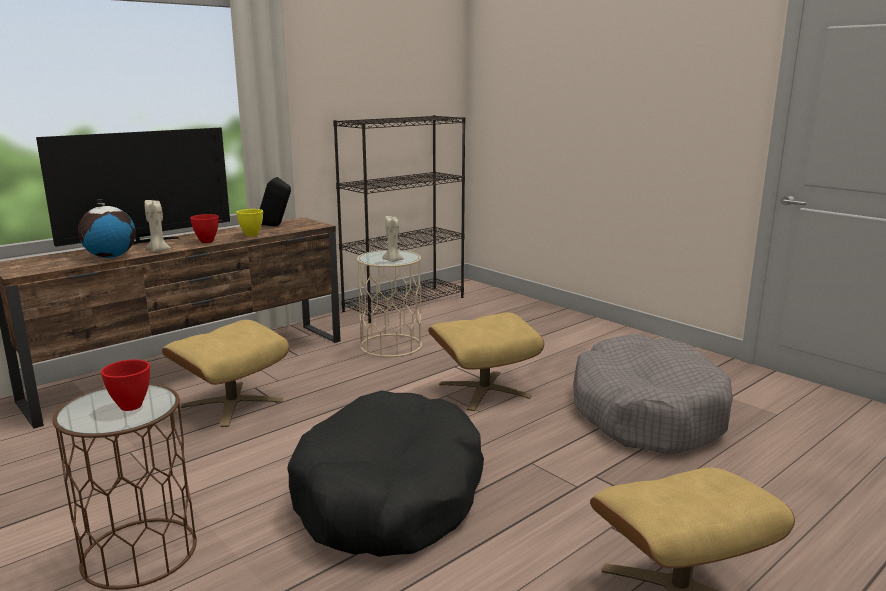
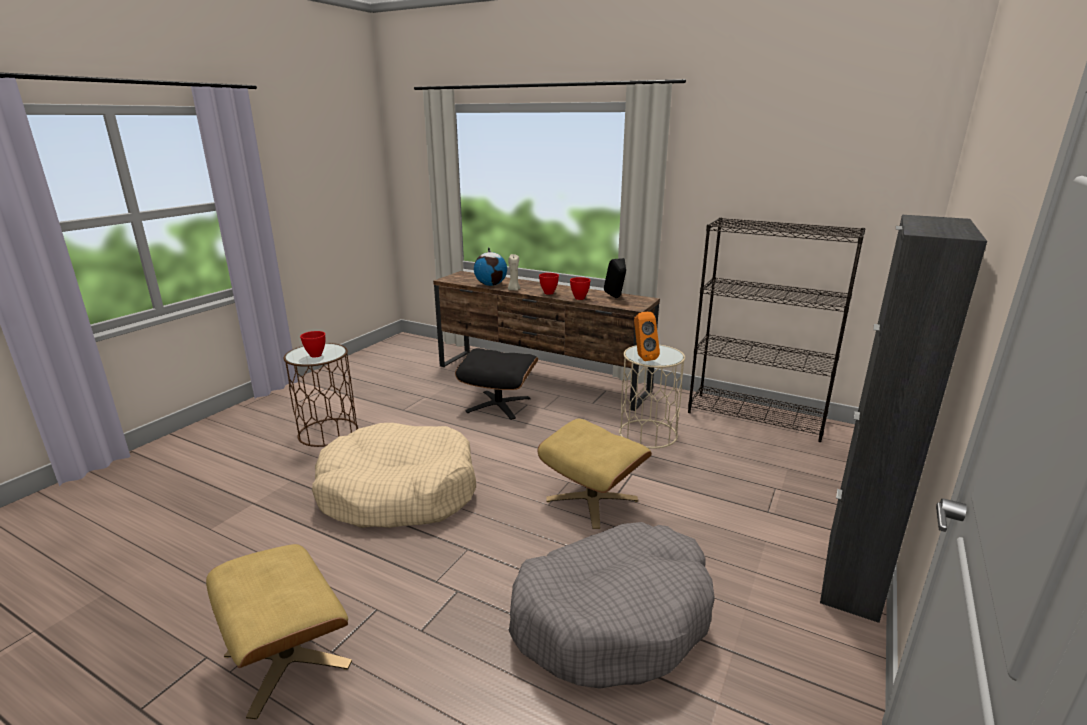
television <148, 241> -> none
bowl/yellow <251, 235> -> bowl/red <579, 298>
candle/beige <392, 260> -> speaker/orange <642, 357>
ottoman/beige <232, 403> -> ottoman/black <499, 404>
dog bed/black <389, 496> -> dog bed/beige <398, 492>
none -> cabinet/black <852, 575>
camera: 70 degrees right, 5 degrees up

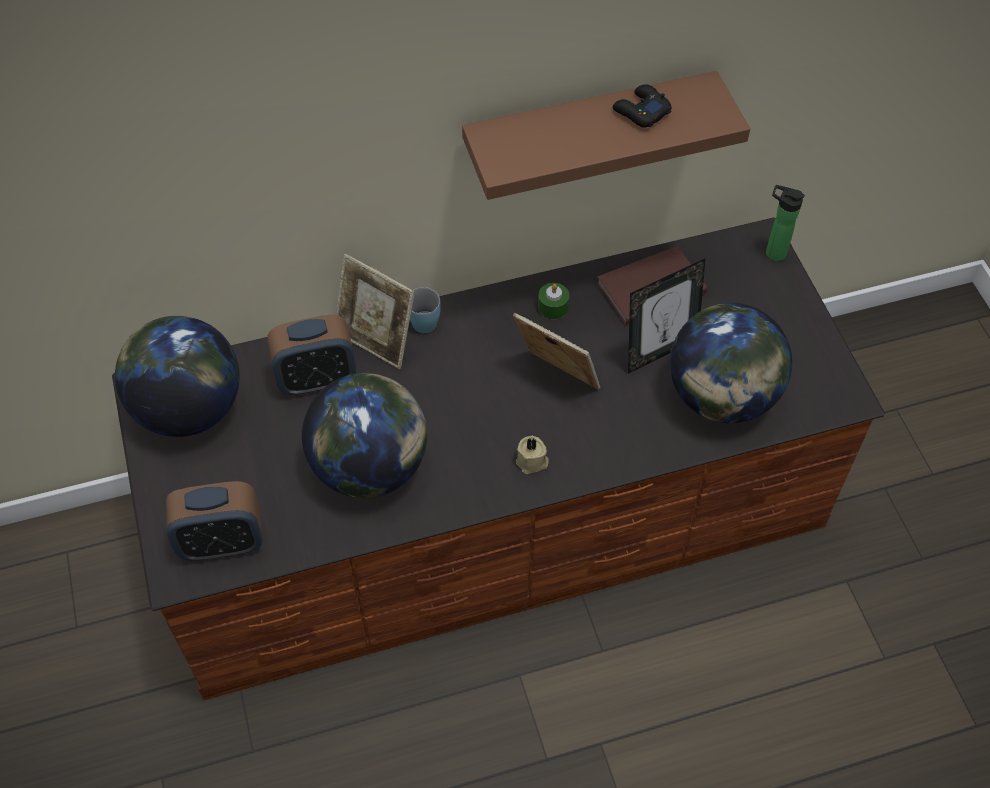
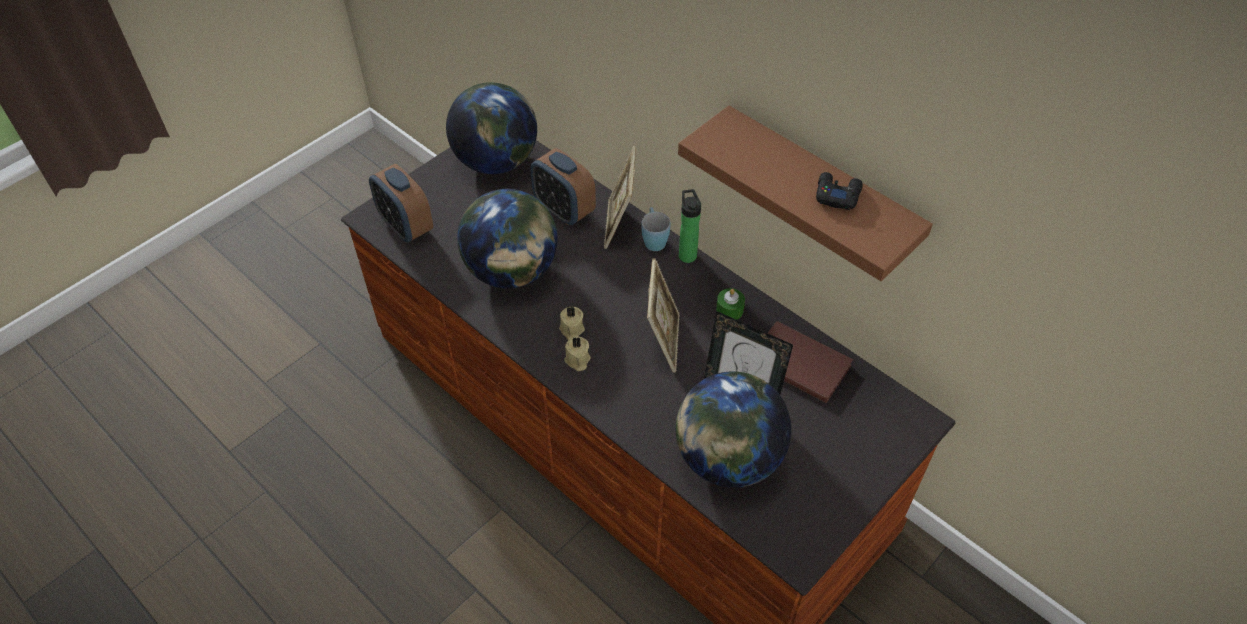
bottle <772, 252> -> bottle <687, 254>, relocated
none -> candle/beige <571, 330>
camera: 60 degrees right, 5 degrees down

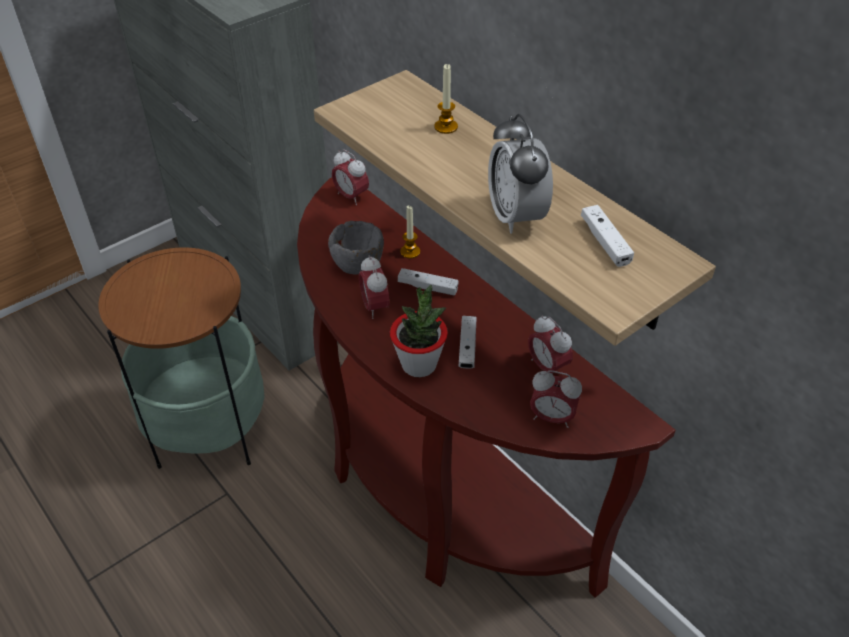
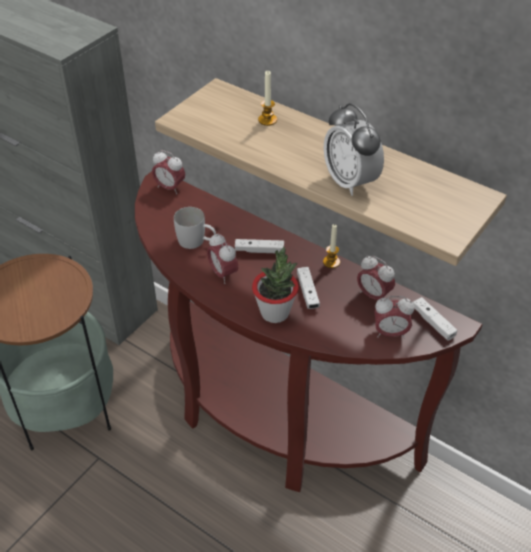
candle <410, 252> -> candle <331, 262>, relocated
game controller/white <605, 242> -> game controller/white <433, 323>, relocated
bowl/grey <358, 264> -> mug/white <196, 242>
camera: 15 degrees left, 0 degrees up

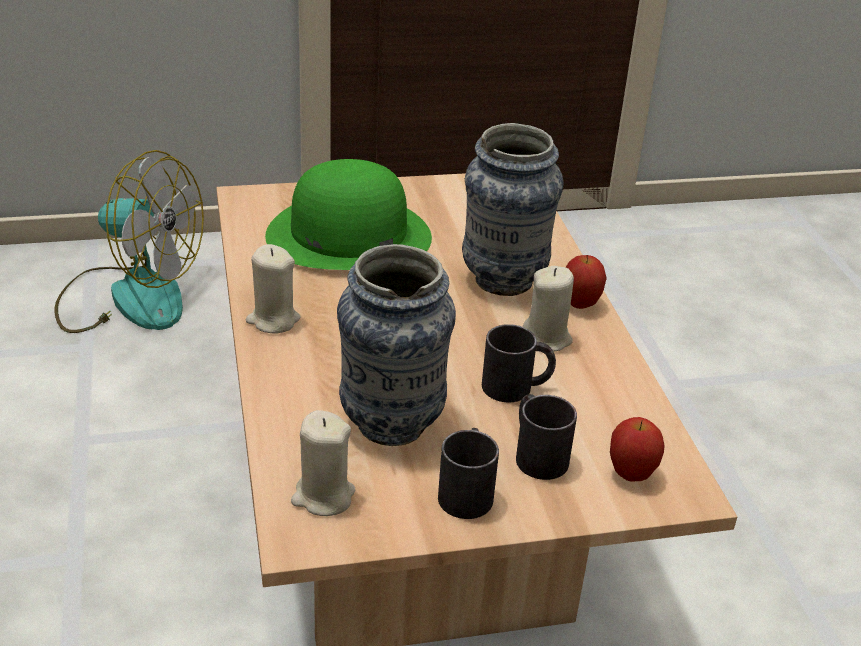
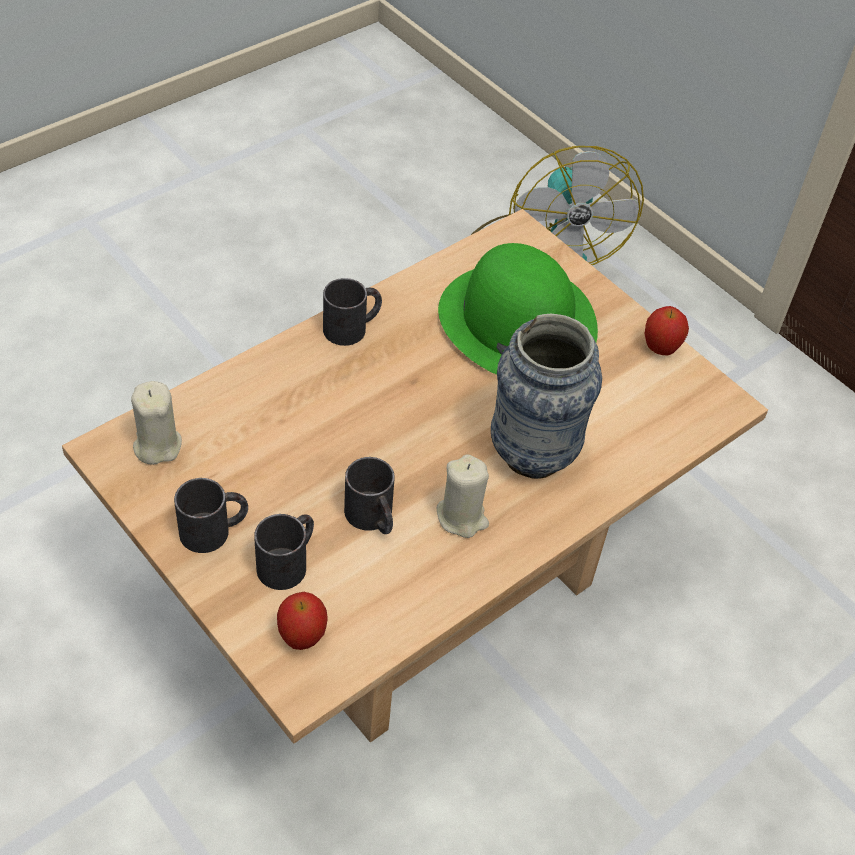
candle/beige <273, 320> -> mug/black <352, 327>
vase <392, 424> -> none
apple <580, 304> -> apple <660, 349>, relocated
camera: 60 degrees right, 15 degrees up

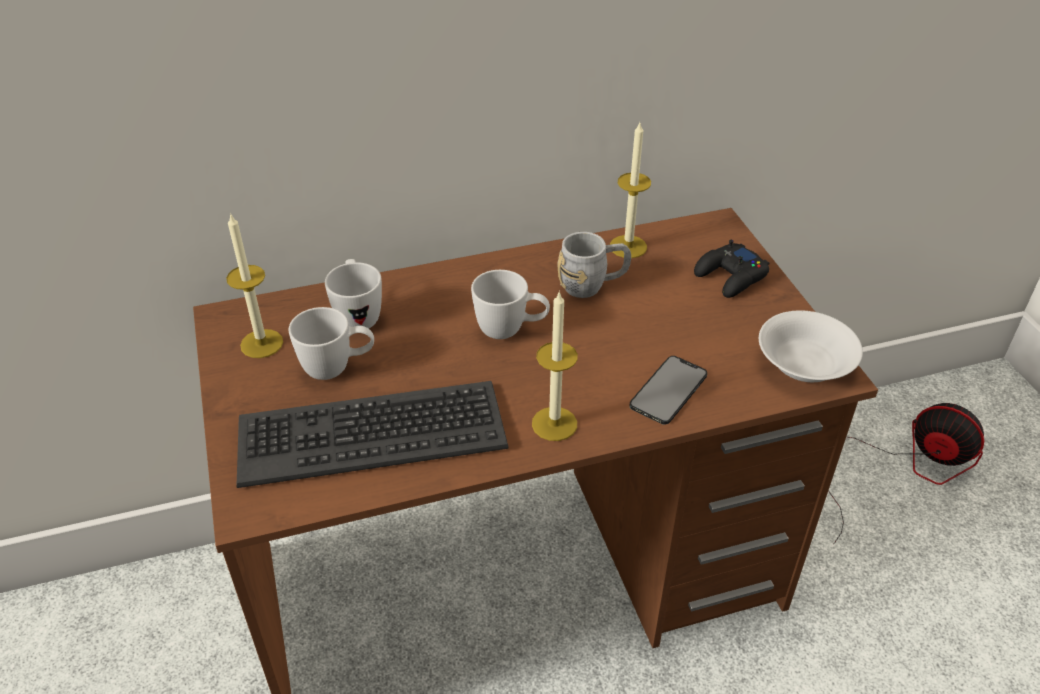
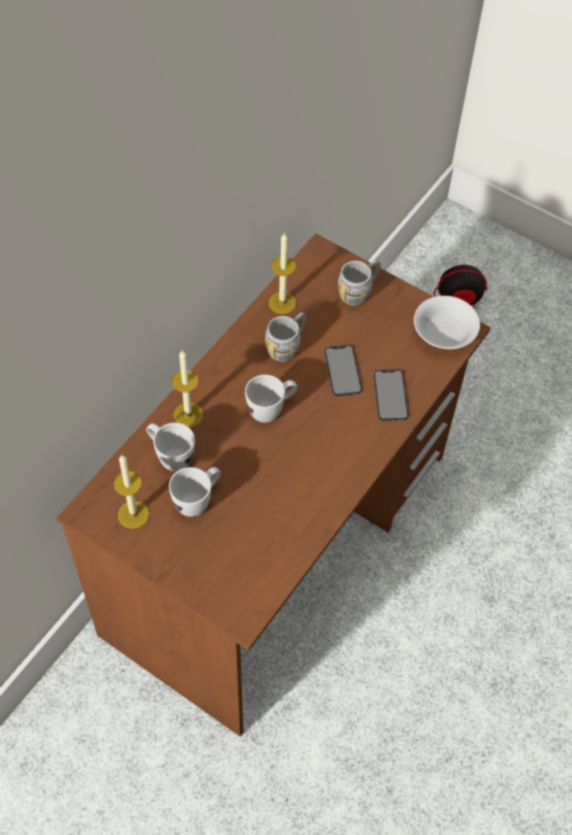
game controller/black <730, 277> -> mug/grey <359, 291>
candle <554, 424> -> candle <188, 415>, relocated
keyboard <371, 432> -> none
none -> phone <343, 371>
camera: 40 degrees left, 15 degrees up

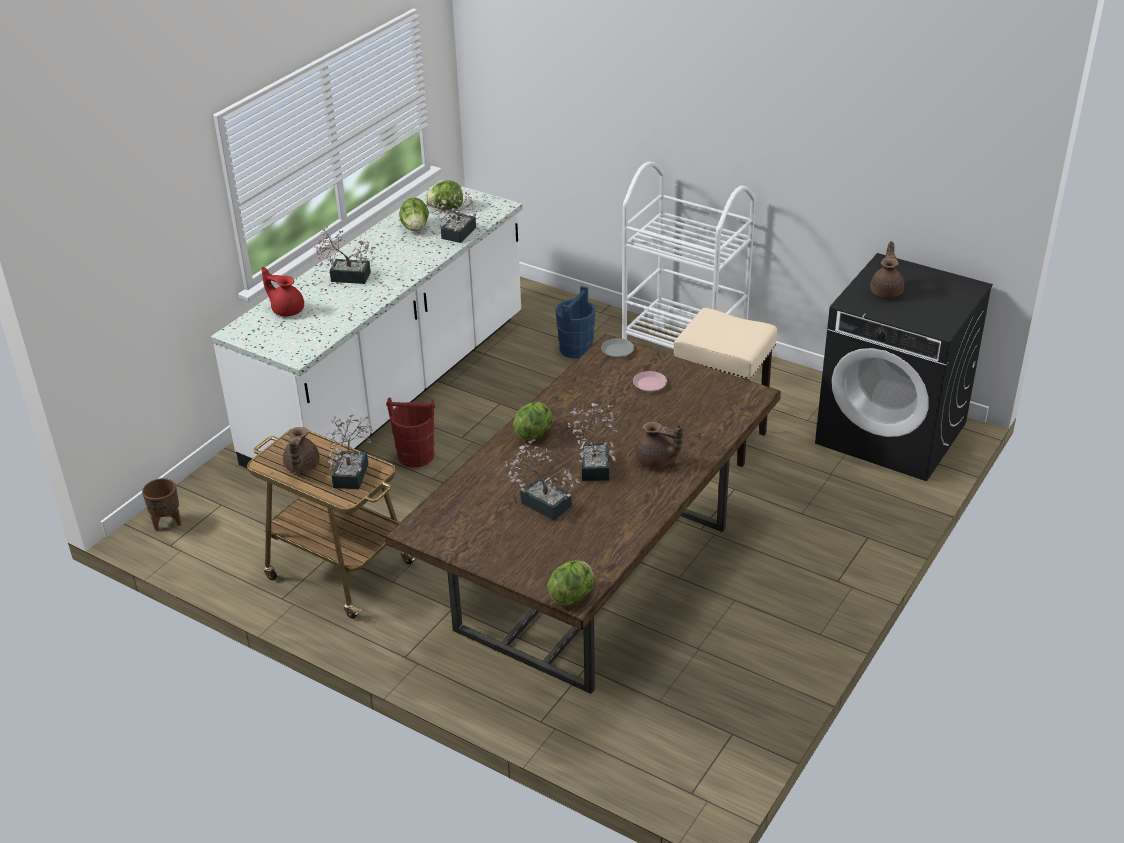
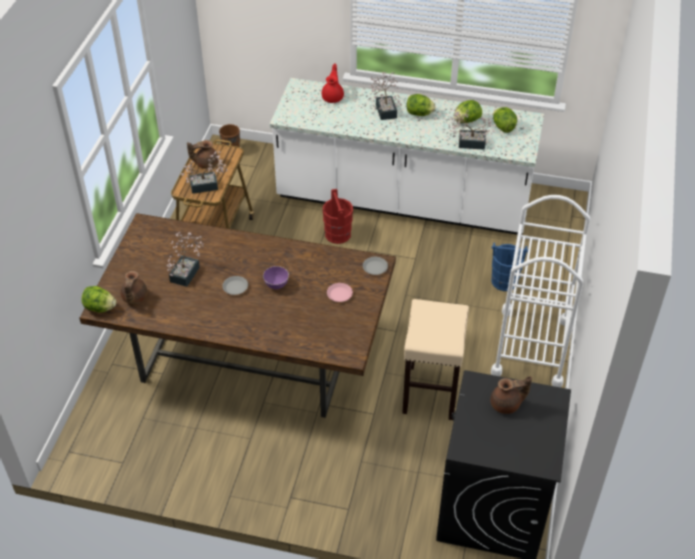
lettuce <534, 433> -> lettuce <419, 114>, relocated
potted plant <595, 464> -> plate/grey <235, 287>
teapot/brown <656, 461> -> teapot/brown <134, 298>, relocated
none -> bowl/purple <276, 285>
camera: 70 degrees right, 10 degrees up

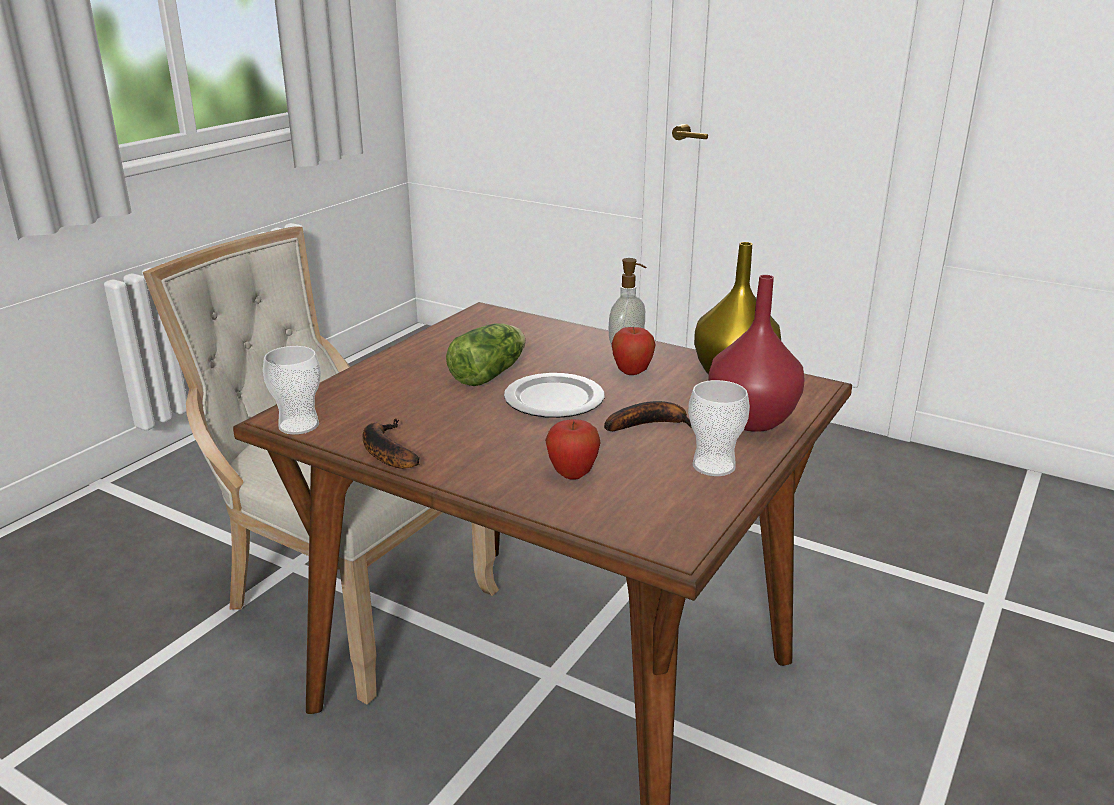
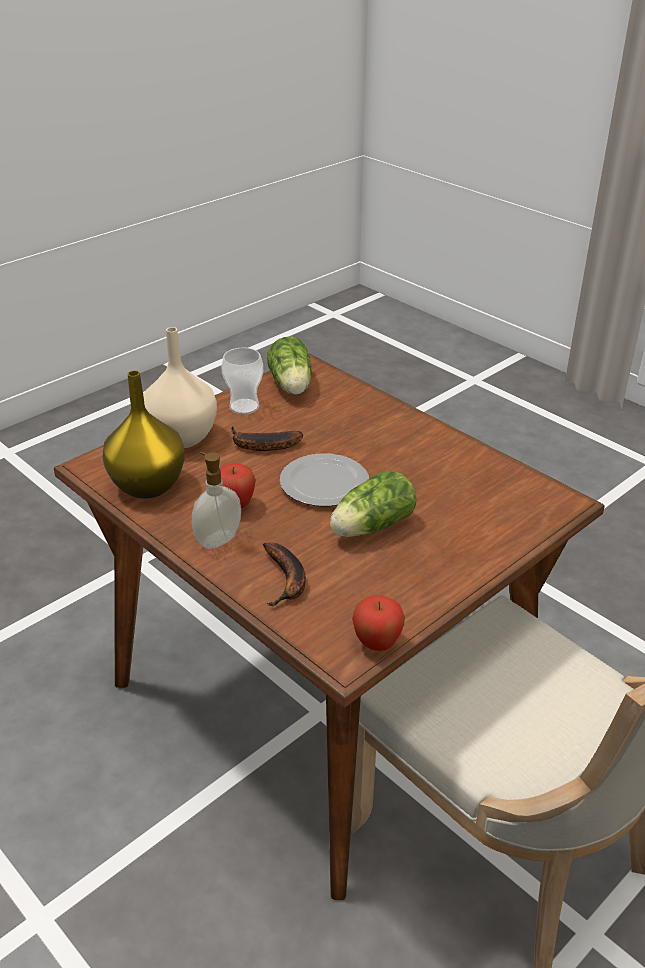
vase/red <749, 421> -> vase/beige <183, 437>
cup <299, 425> -> none
banana <385, 451> -> banana <287, 580>, relocated
apple <572, 474> -> apple <377, 644>, relocated
none -> lettuce <291, 386>
camera: 165 degrees left, 10 degrees up

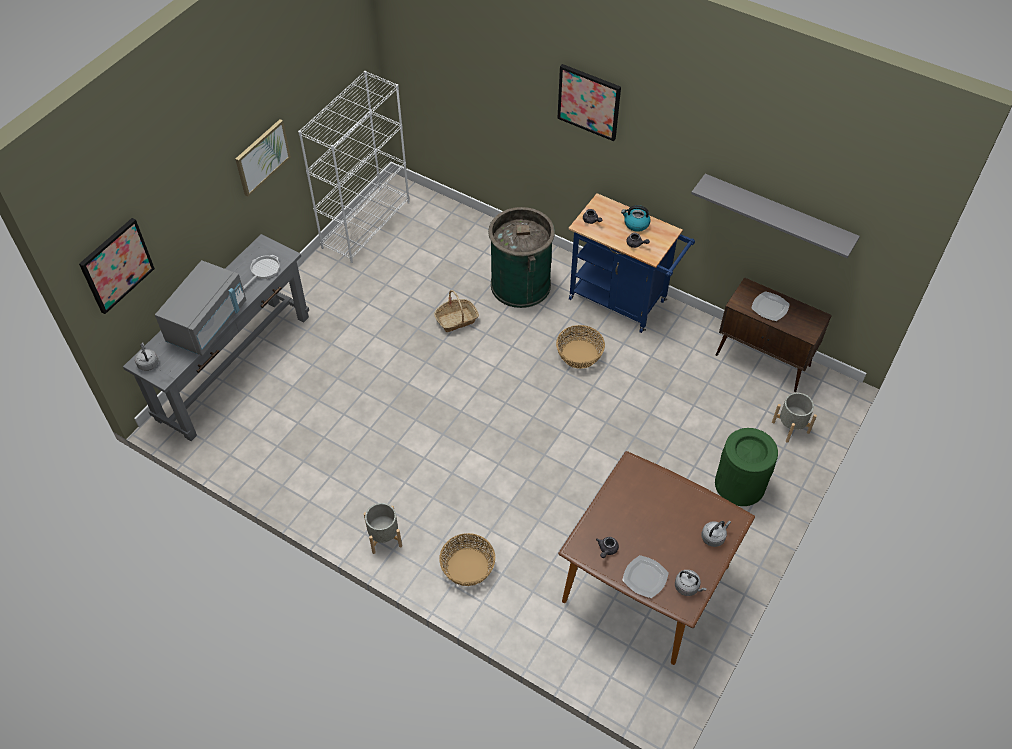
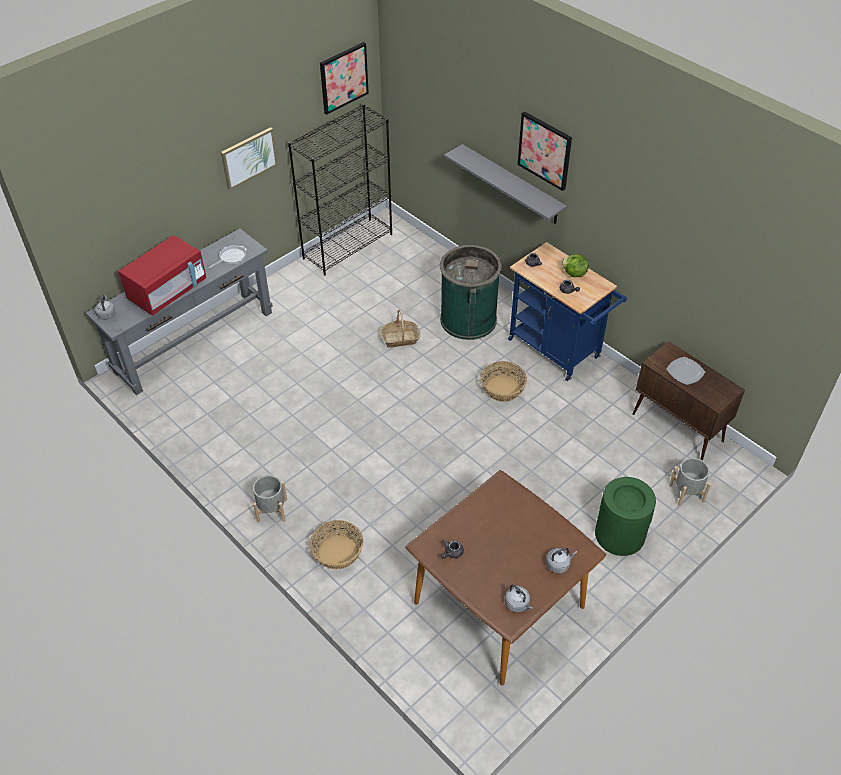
bookcase/white <366, 224> -> bookcase/black <348, 246>
shelf/grey <777, 215> -> shelf/grey <512, 185>, relocated
kettle <636, 224> -> lettuce <574, 274>
picture <116, 265> -> picture <343, 77>, relocated
microwave/grey <208, 323> -> microwave/red <168, 291>
plate <645, 577> -> none
camera: 15 degrees right, 5 degrees down

